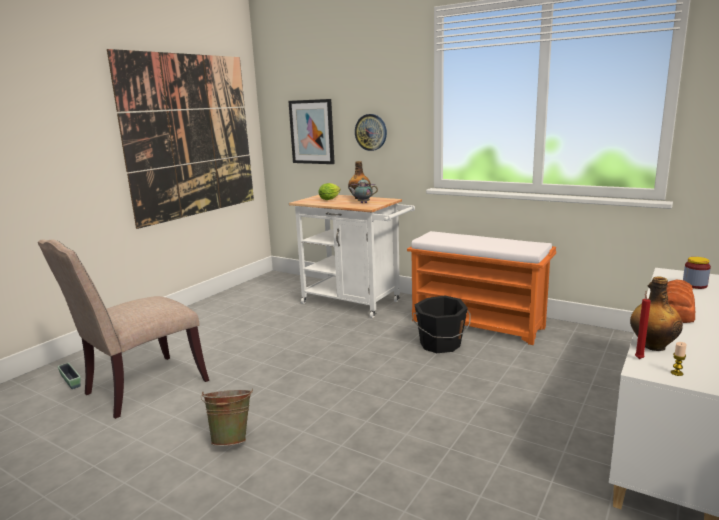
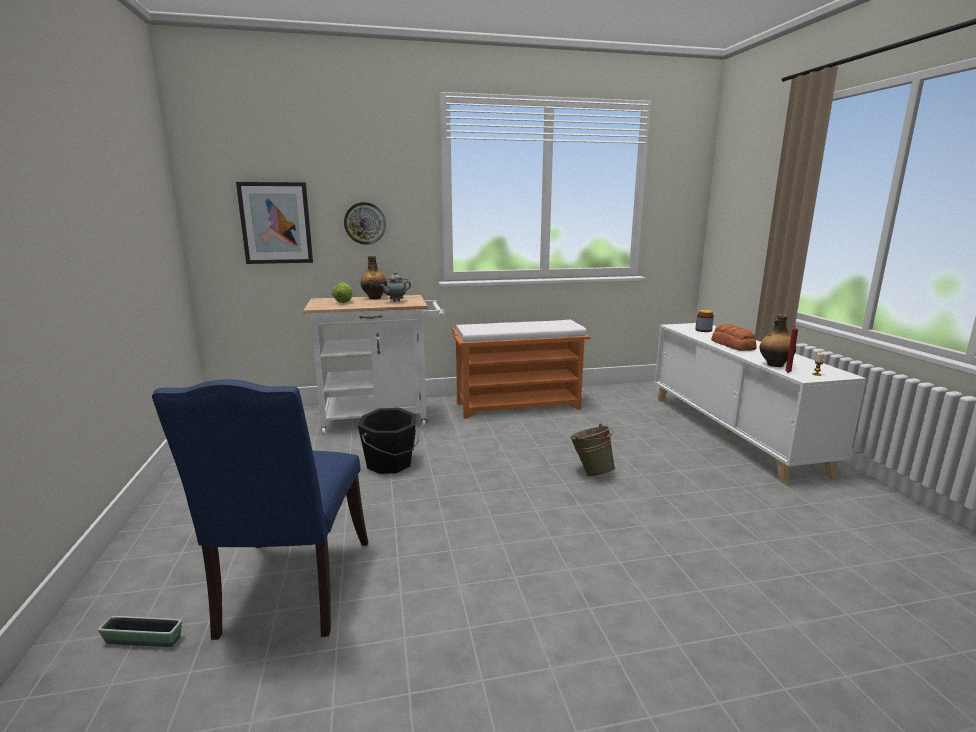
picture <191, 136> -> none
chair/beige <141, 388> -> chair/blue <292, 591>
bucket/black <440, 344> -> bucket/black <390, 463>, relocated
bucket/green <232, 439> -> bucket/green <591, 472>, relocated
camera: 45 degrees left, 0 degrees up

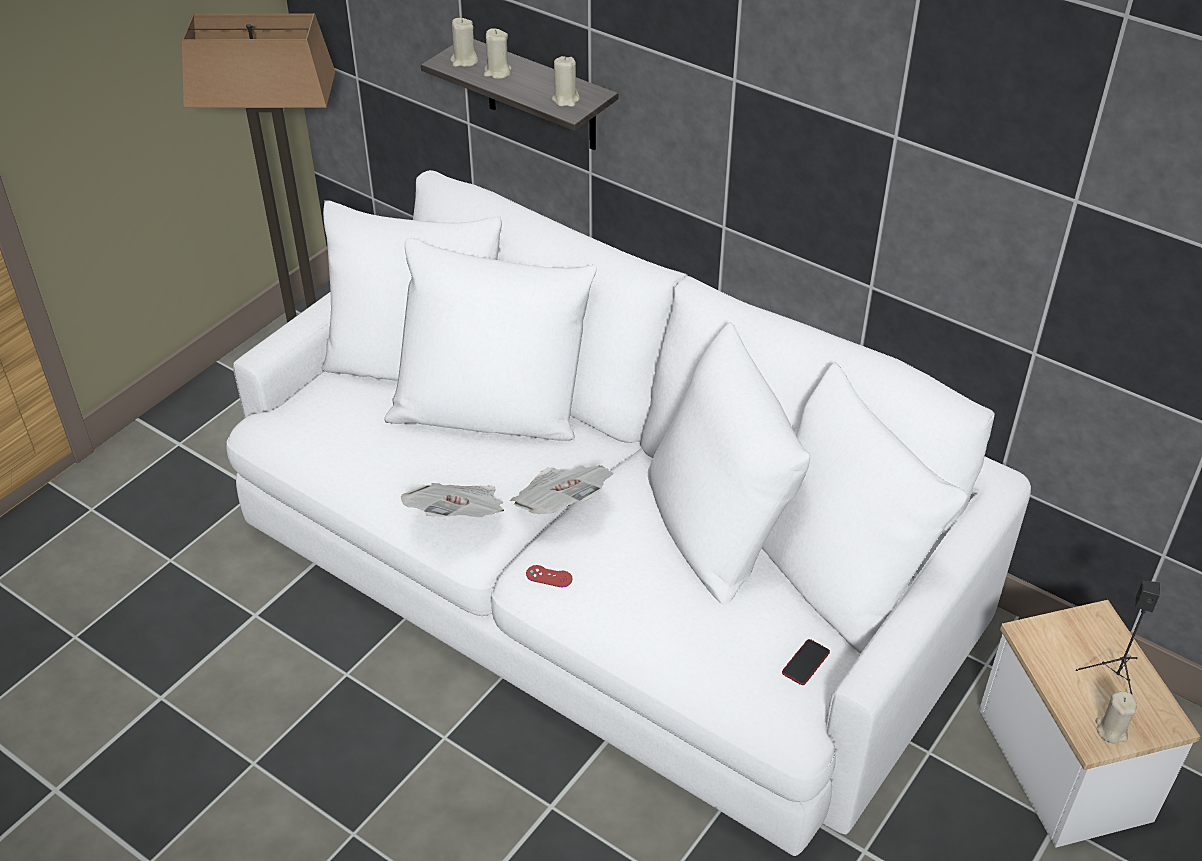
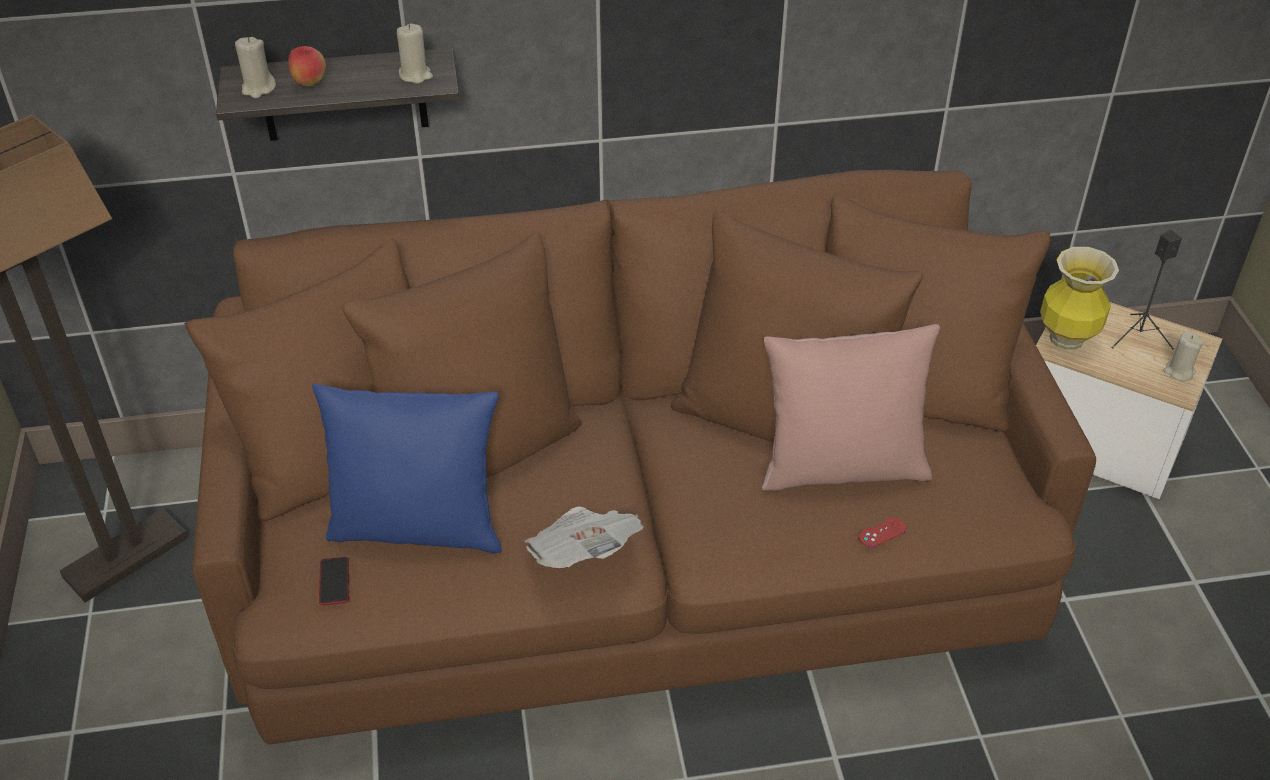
candle/beige <497, 72> -> apple <309, 83>
sofa/white <602, 568> -> sofa/brown <634, 541>
newspaper <561, 505> -> none
game controller/red <549, 576> -> game controller/red <882, 532>, relocated
phone <805, 663> -> phone <334, 582>, relocated
none -> vase <1065, 339>
none -> pillow/pink <841, 468>
none -> pillow/blue <418, 527>
camera: 45 degrees left, 0 degrees up

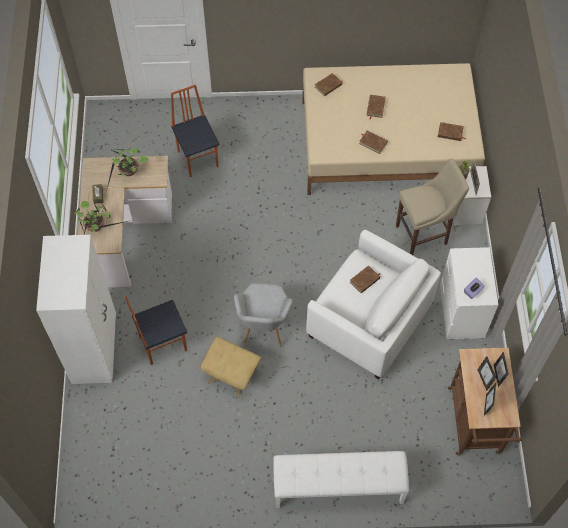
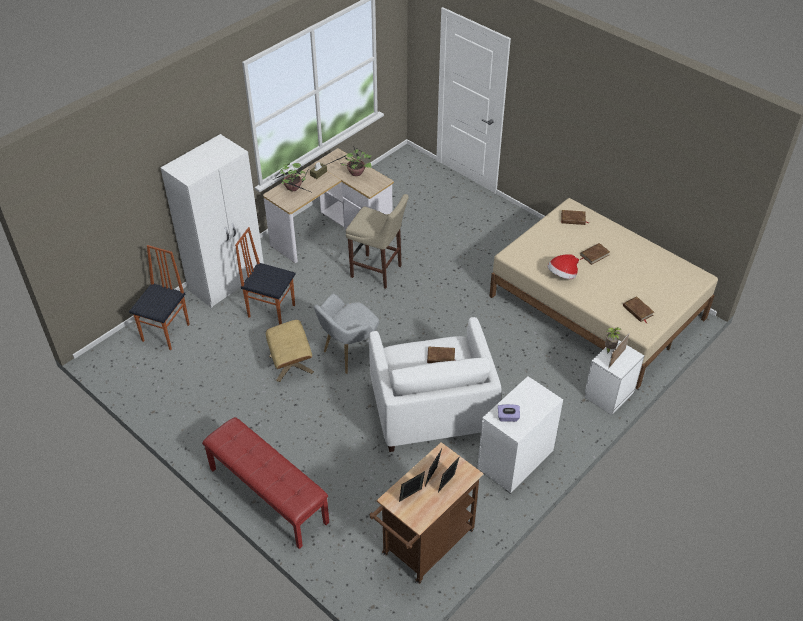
chair <198, 158> -> chair <167, 332>, relocated
book/brown <373, 143> -> hat <562, 275>
stool/beige <424, 234> -> stool/beige <378, 272>, relocated
bench/white <338, 488> -> bench/red <267, 495>
camera: 45 degrees right, 15 degrees down

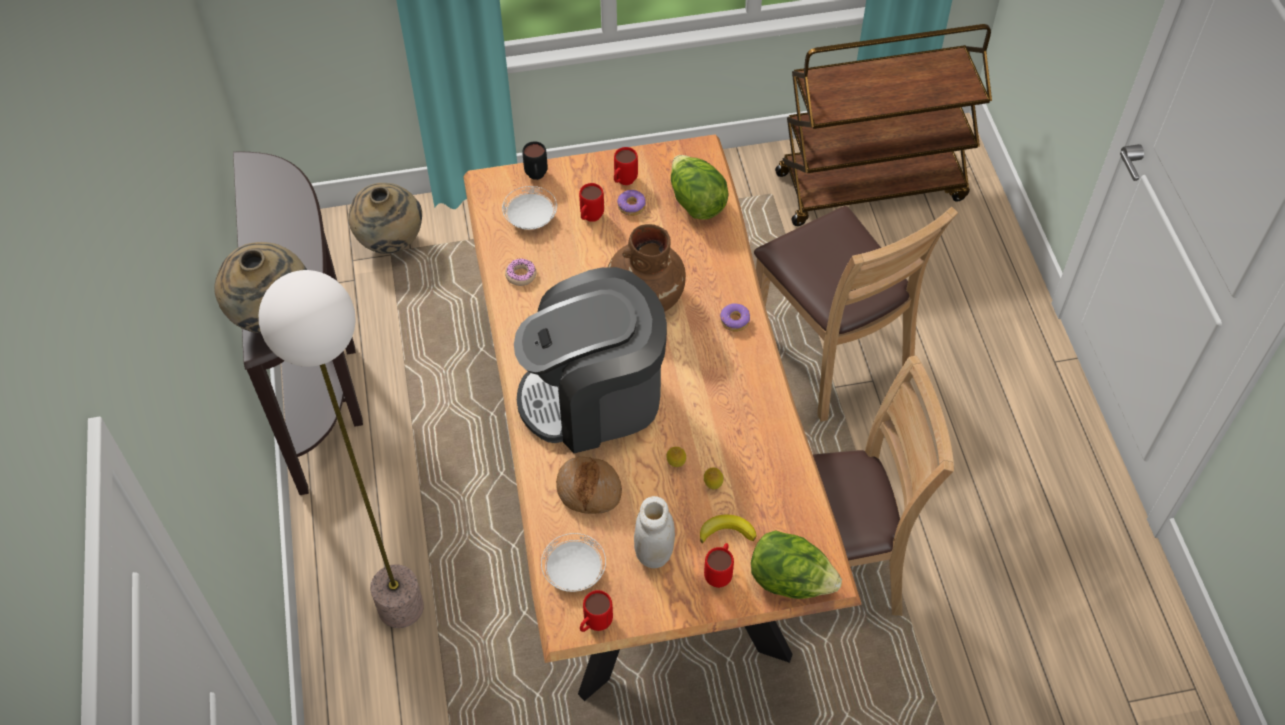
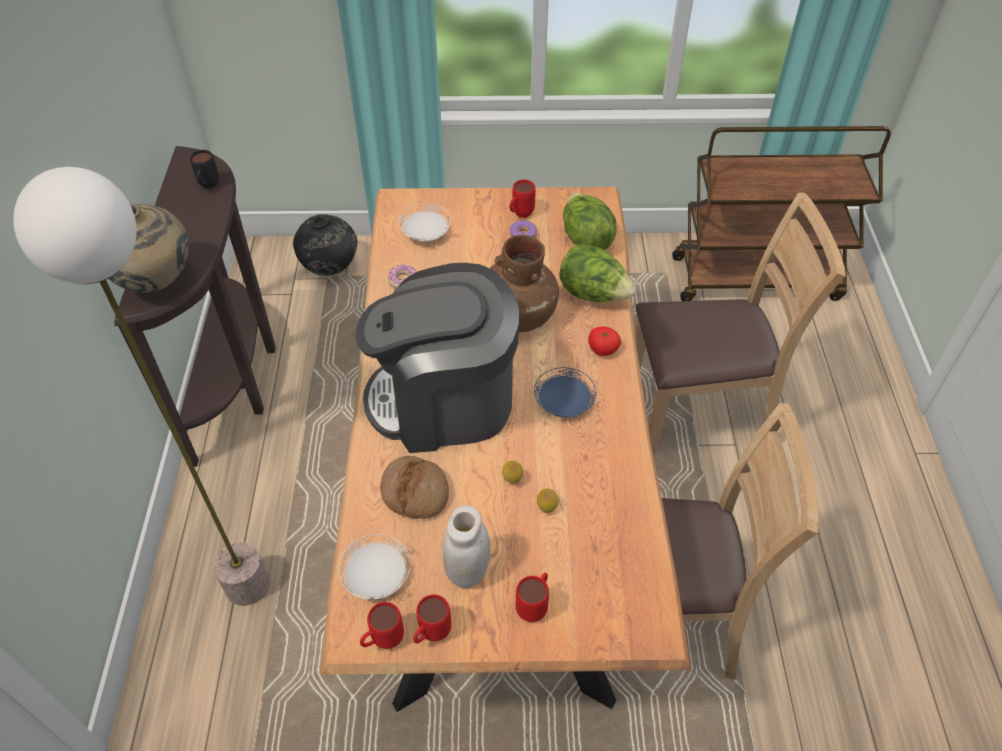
mug/black <536, 177> -> mug/black <208, 187>, relocated
vase/beige <391, 243> -> vase/black <331, 269>
mug/red <590, 219> -> mug/red <431, 635>, relocated
chair/brown <830, 353> -> chair/brown <699, 414>, 75 degrees counterclockwise
donut <735, 321> -> tomato <602, 349>
banana <727, 531> -> none
lettuce <790, 580> -> lettuce <593, 294>, relocated
none -> plate/blue <563, 404>
camera: 10 degrees right, 5 degrees down

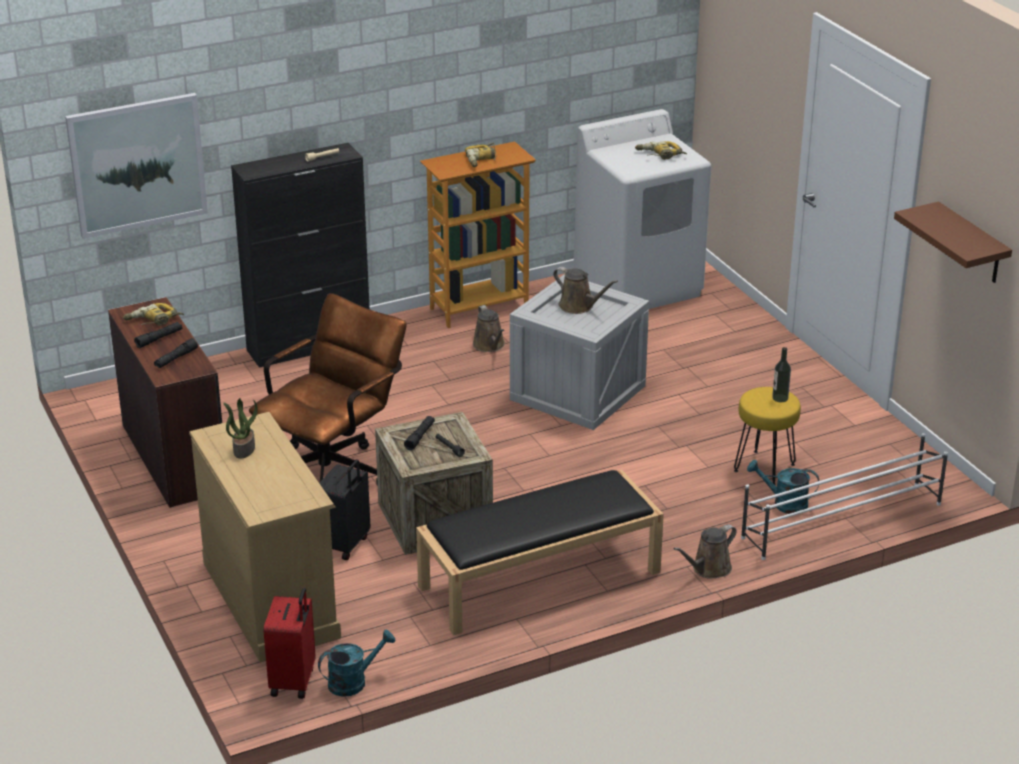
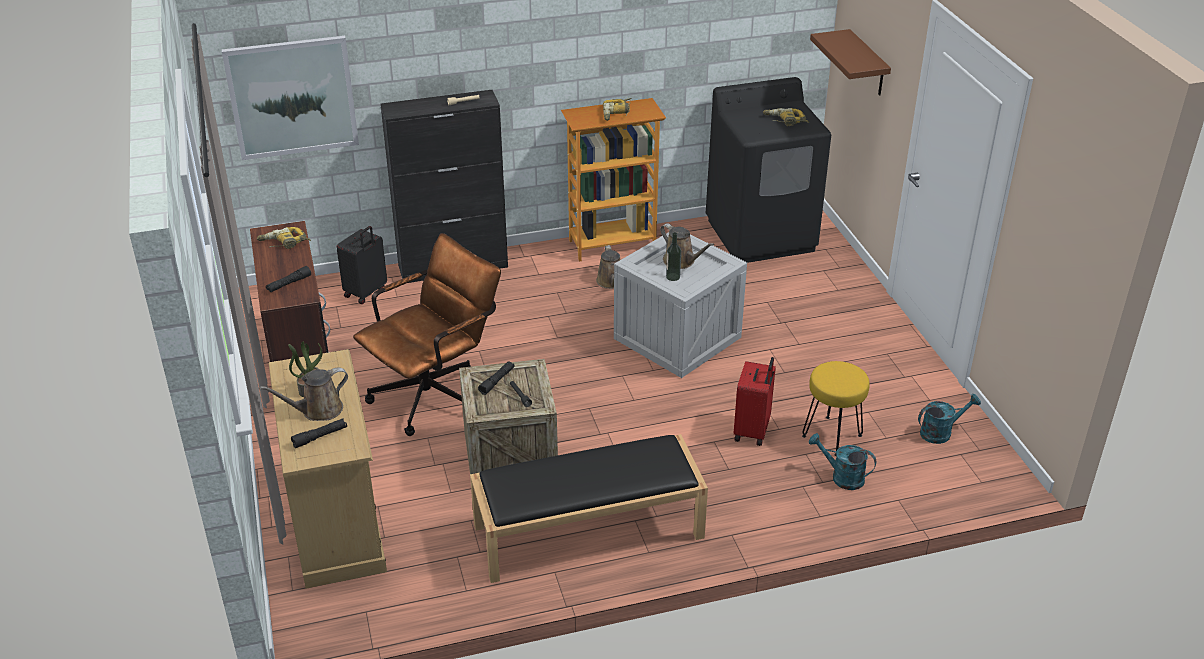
washing machine/white <639, 285> -> washing machine/black <761, 235>
shelf/brown <971, 244> -> shelf/brown <868, 64>, relocated
flashlight/black <159, 339> -> flashlight/black <320, 437>, relocated
bottle <780, 398> -> bottle <673, 277>, relocated
shoe rack/white <840, 521> -> none
suitcase/black <346, 545> -> suitcase/black <366, 293>, relocated
watering can/brown <708, 569> -> watering can/brown <318, 410>, relocated
suitcase/red <294, 681> -> suitcase/red <753, 431>, relocated
watering can/turquoise <354, 681> -> watering can/turquoise <941, 432>, relocated
camera: 10 degrees right, 5 degrees up

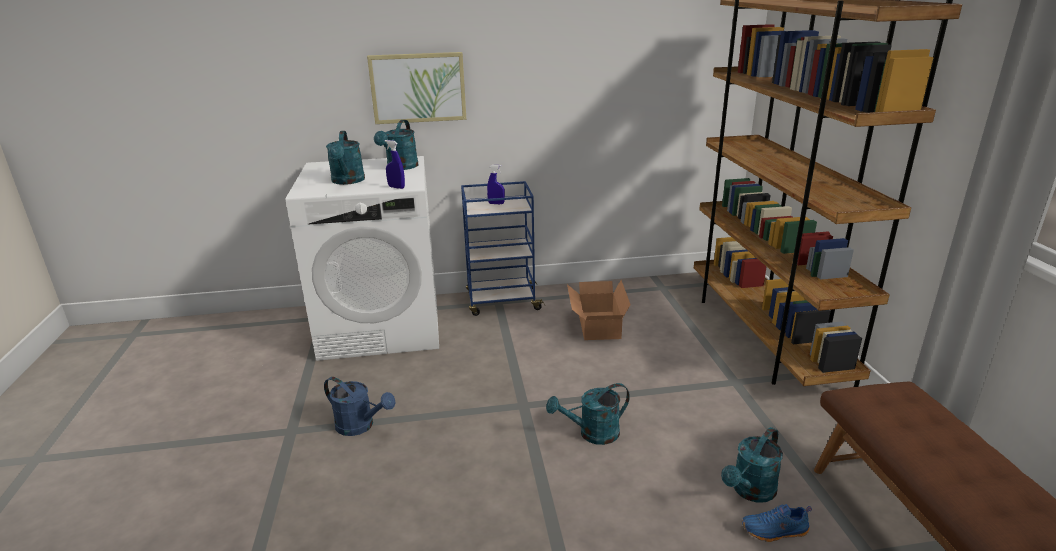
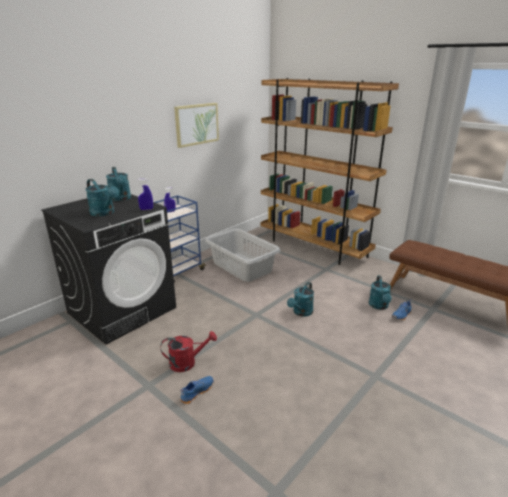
picture <418, 88> -> picture <196, 124>, relocated
washing machine/white <382, 326> -> washing machine/black <122, 310>
cardboard box <596, 326> -> laundry basket/grey <242, 267>
watering can/blue <360, 426> -> watering can/red <187, 362>
none -> shoe/blue <196, 392>
camera: 40 degrees left, 0 degrees up

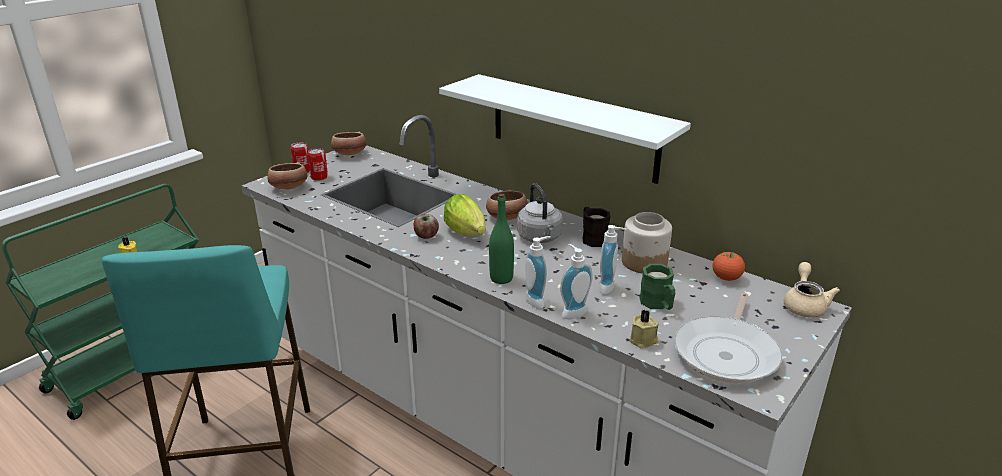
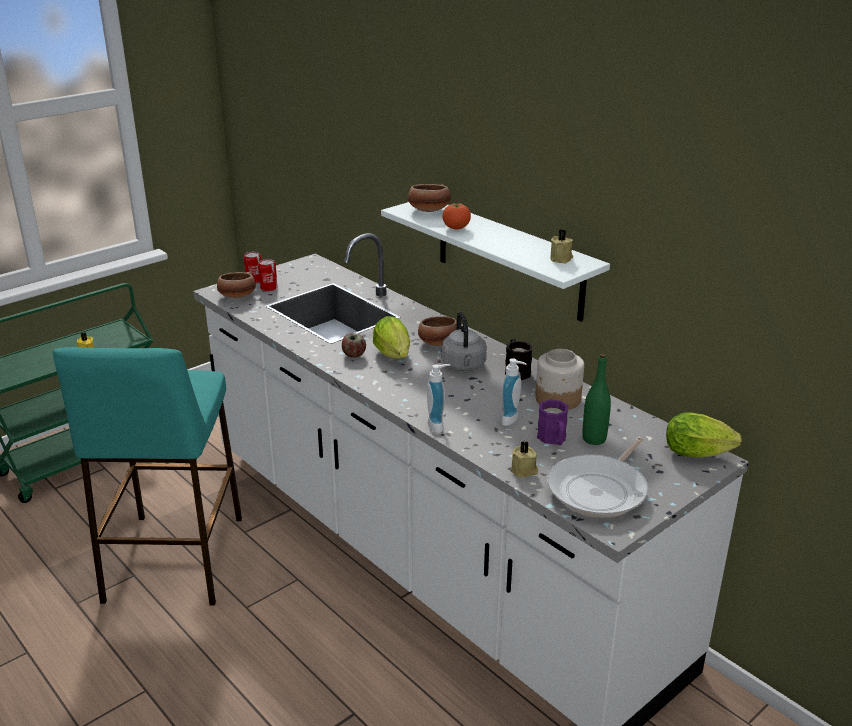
bowl <349, 154> -> bowl <428, 211>, relocated
bottle/green <501, 278> -> bottle/green <594, 439>, relocated
soap dispenser <572, 311> -> none
tomato <726, 278> -> tomato <456, 228>, relocated
teapot/beige <804, 305> -> lettuce <700, 454>
mug/green <658, 304> -> mug/purple <553, 440>
none -> candle/beige <561, 259>
camera: 10 degrees right, 0 degrees up

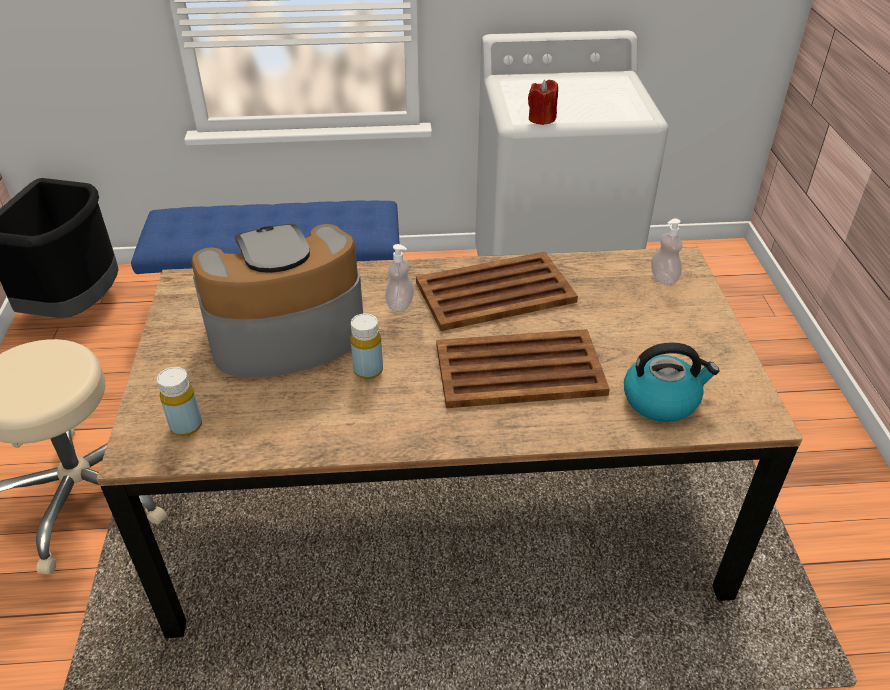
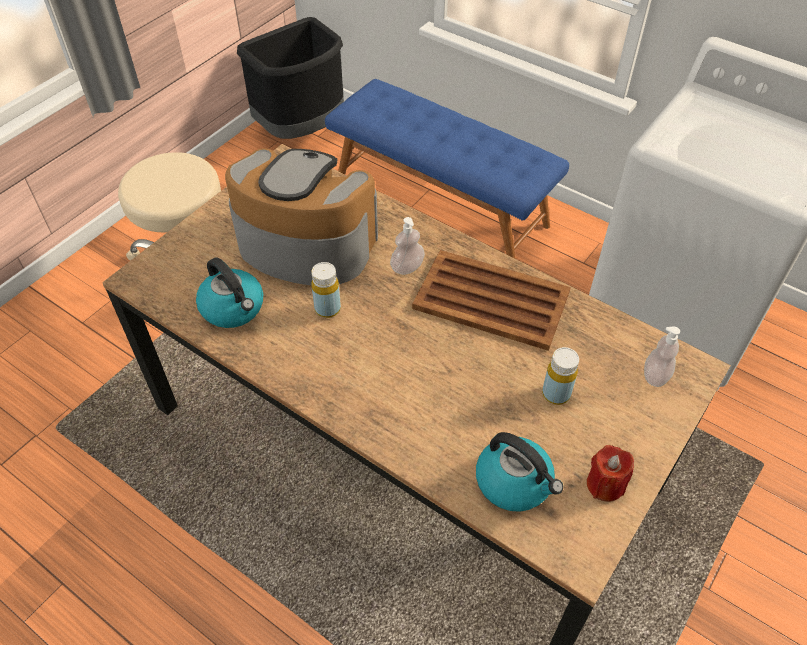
candle/red <541, 119> -> candle/red <605, 484>, relocated
tray/brown <521, 370> -> none
bottle/yellow <186, 426> -> bottle/yellow <556, 394>, relocated
none -> kettle <233, 308>
camera: 40 degrees right, 10 degrees up

